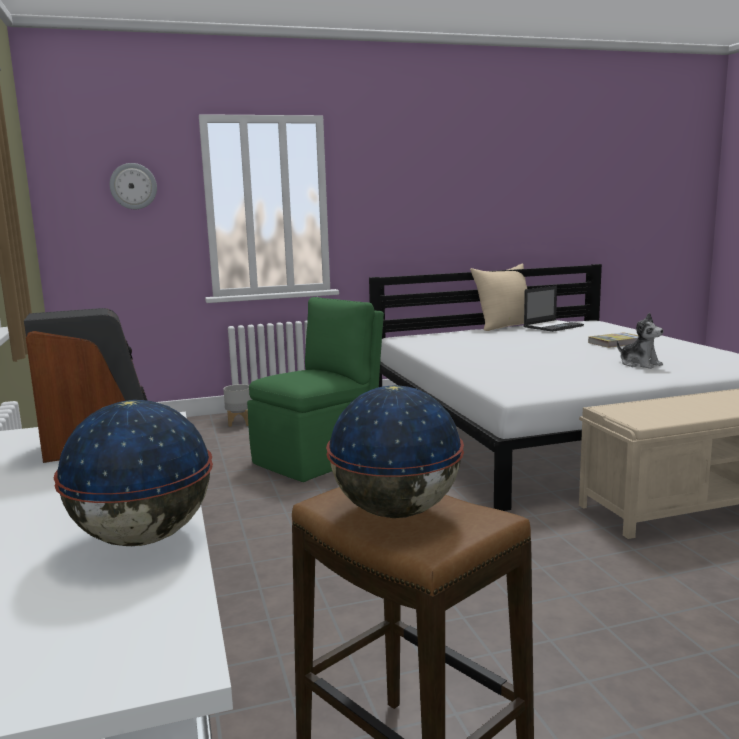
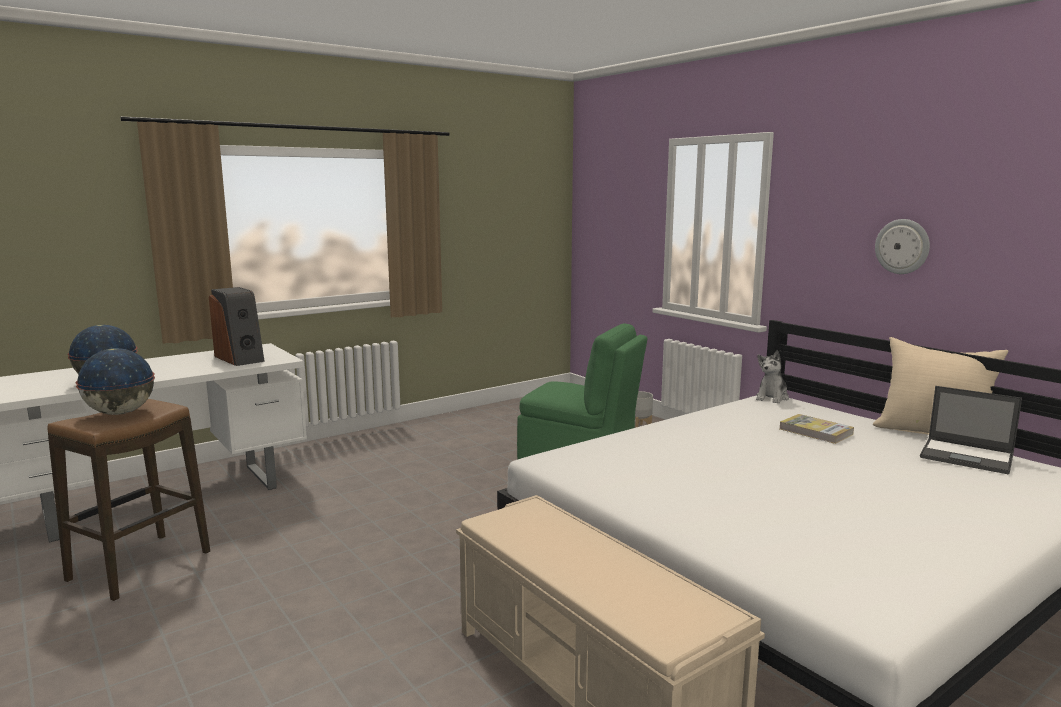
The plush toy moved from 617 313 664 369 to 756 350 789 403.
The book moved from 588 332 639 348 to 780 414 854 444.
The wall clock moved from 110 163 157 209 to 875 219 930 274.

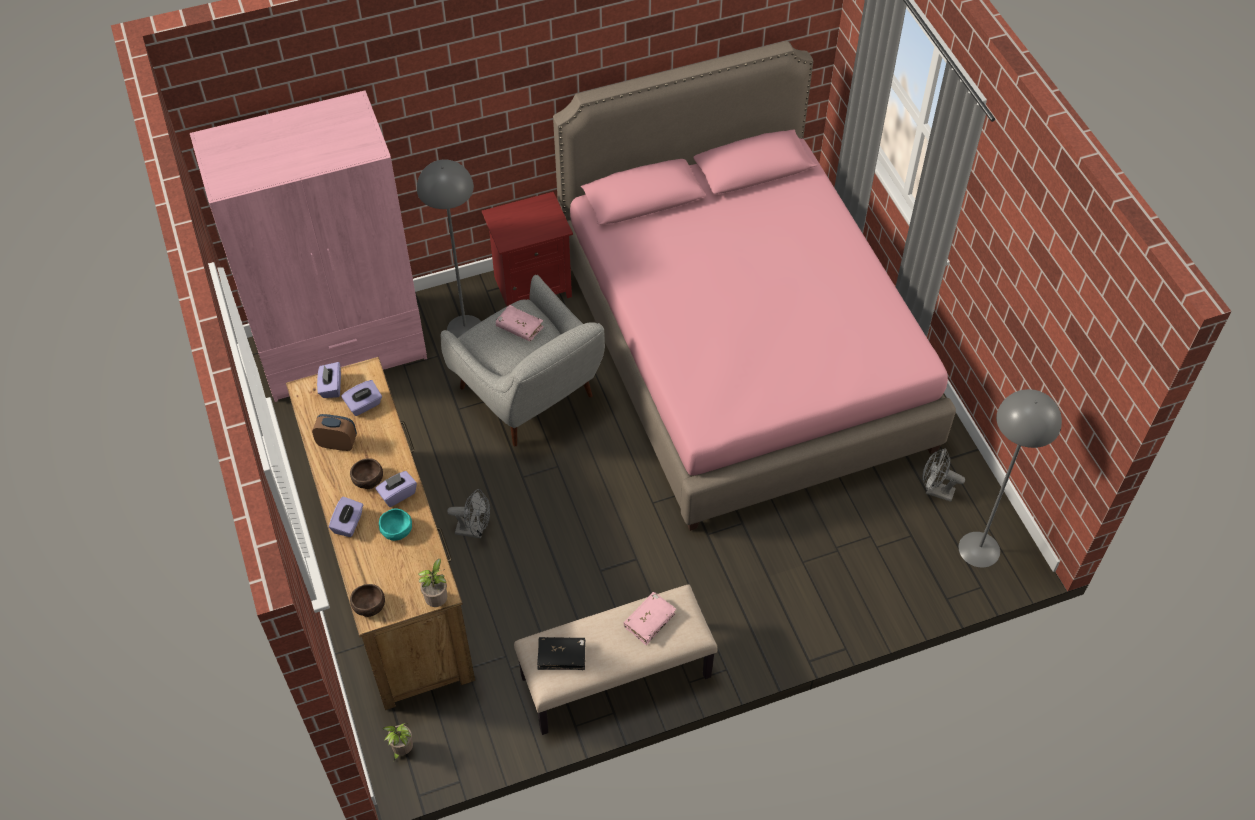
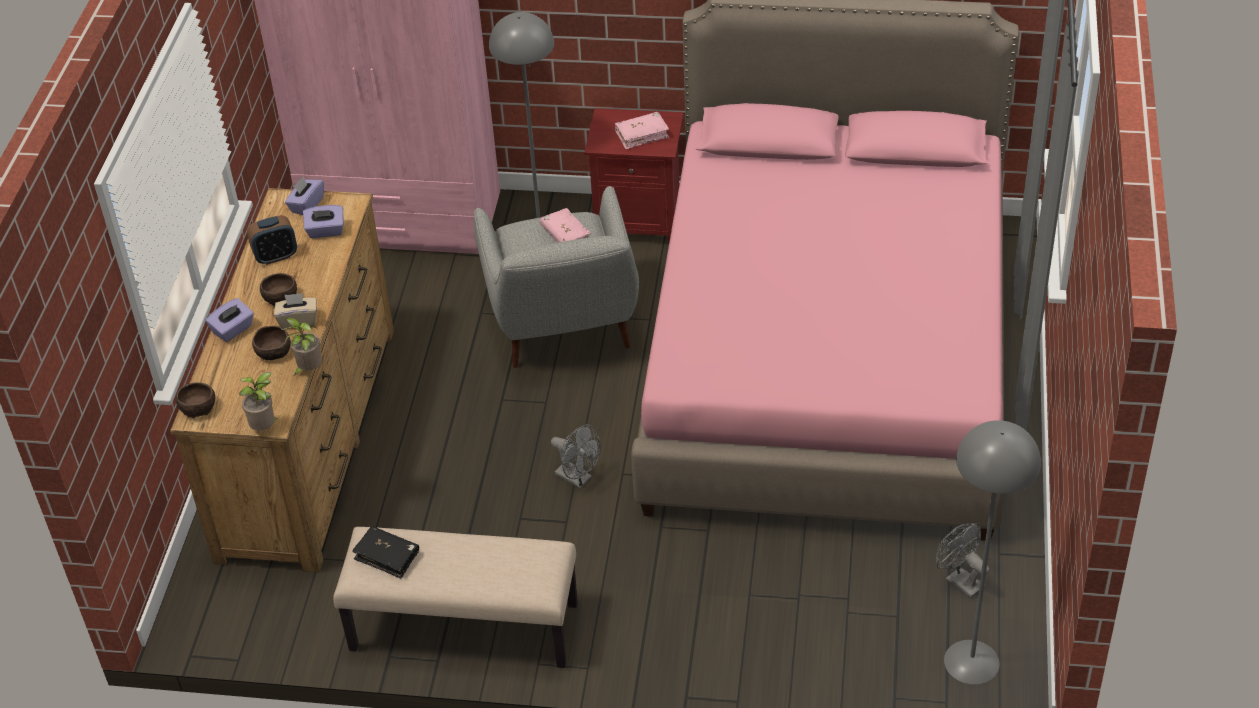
The alarm clock at 312 414 357 451 turned 120 degrees clockwise.
The turquoise bowl at 379 508 412 541 became the brown bowl at 252 326 291 360.
The purple tissue box at 375 471 417 507 became the beige tissue box at 274 293 317 329.
The potted plant moved from 382 723 413 760 to 281 318 322 376.
The grey fan moved from 447 489 490 538 to 551 425 601 488.
The pink book moved from 623 592 676 645 to 615 112 669 149.

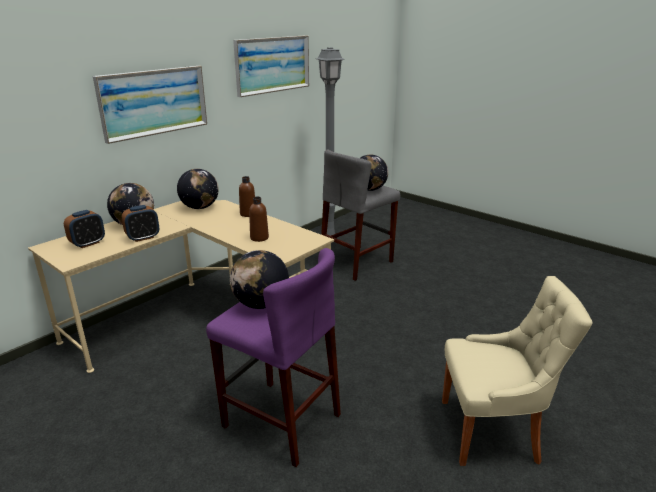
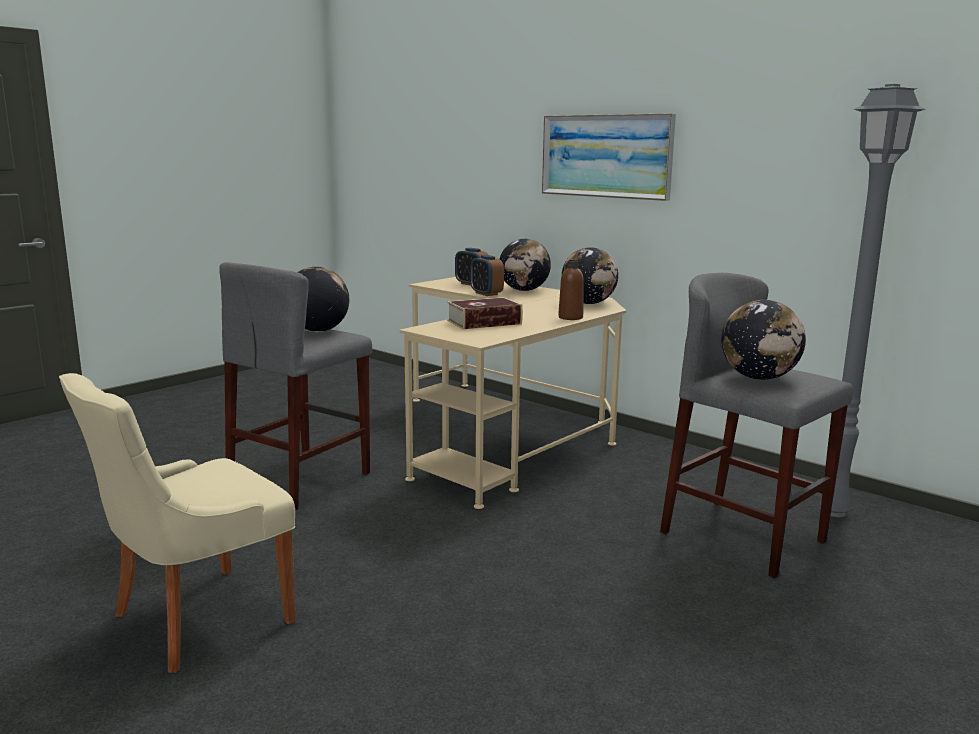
The beige chair at 442 276 593 466 turned 45 degrees clockwise.
The purple stool at 206 248 341 467 became the grey stool at 219 262 372 511.
The brown bottle at 249 197 269 242 was replaced by the book at 447 297 523 329.
The picture at 233 35 309 97 disappeared.

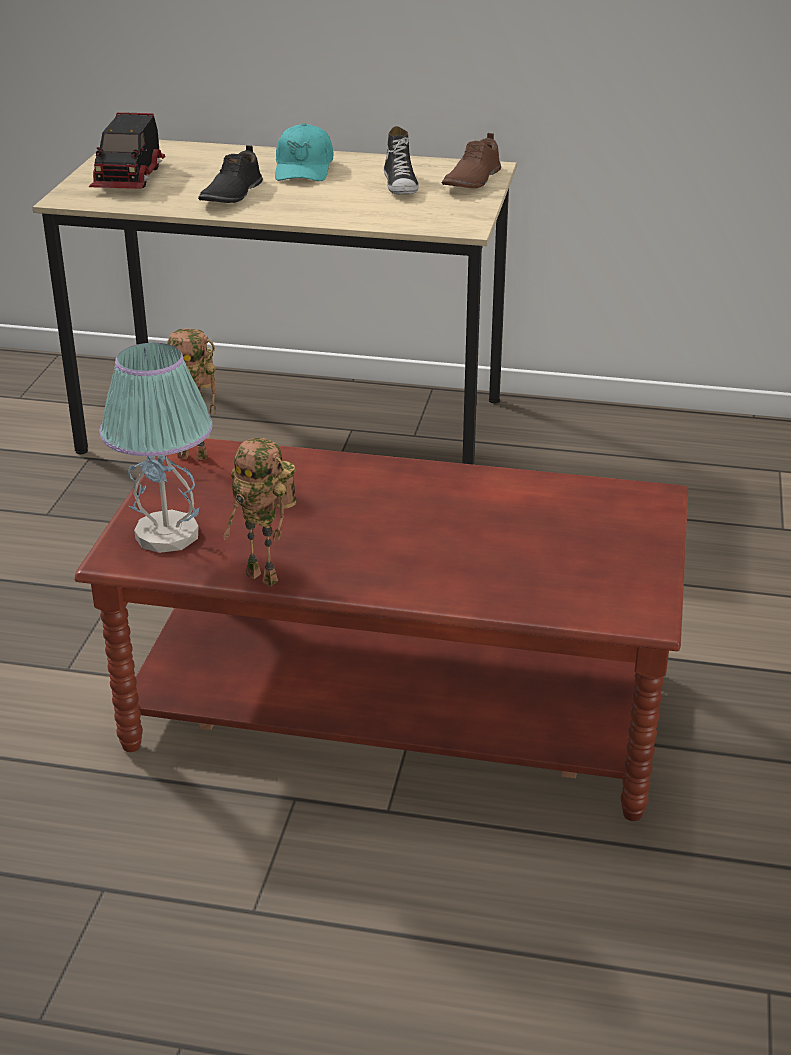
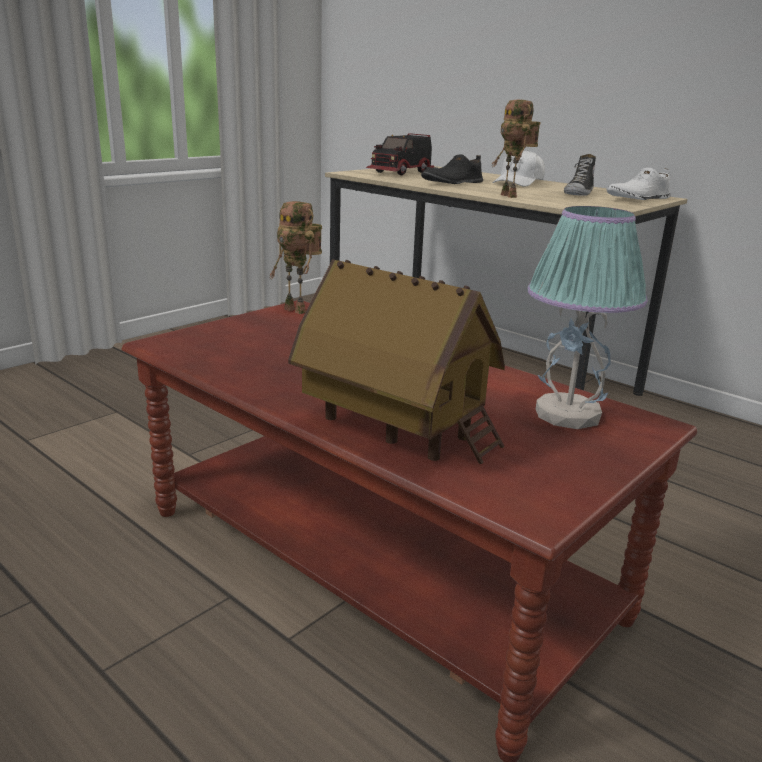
The toy house at 288 259 505 464 appeared.
The toy robot moved from 223 438 297 586 to 492 100 541 198.
The turquoise cap at 275 123 333 181 became the white cap at 493 150 545 187.
The table lamp moved from 99 343 213 553 to 527 206 648 429.
The brown shoe at 442 133 501 188 became the white shoe at 606 168 670 200.

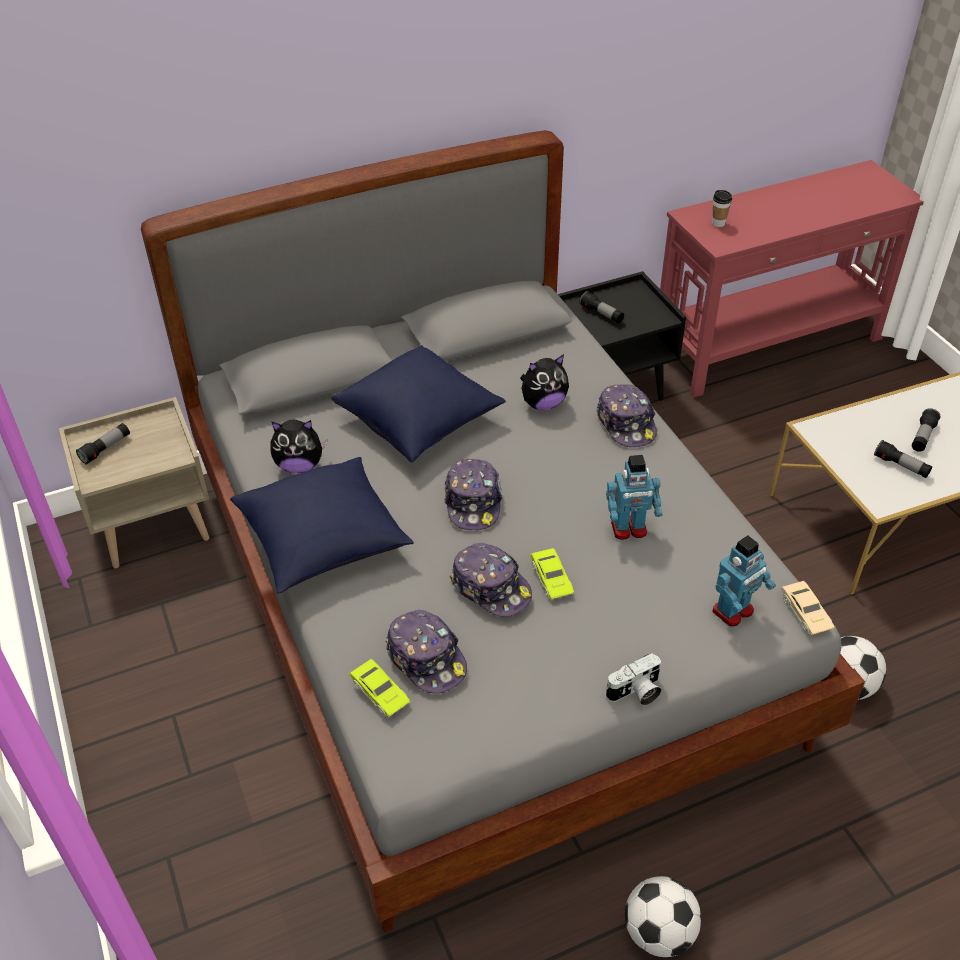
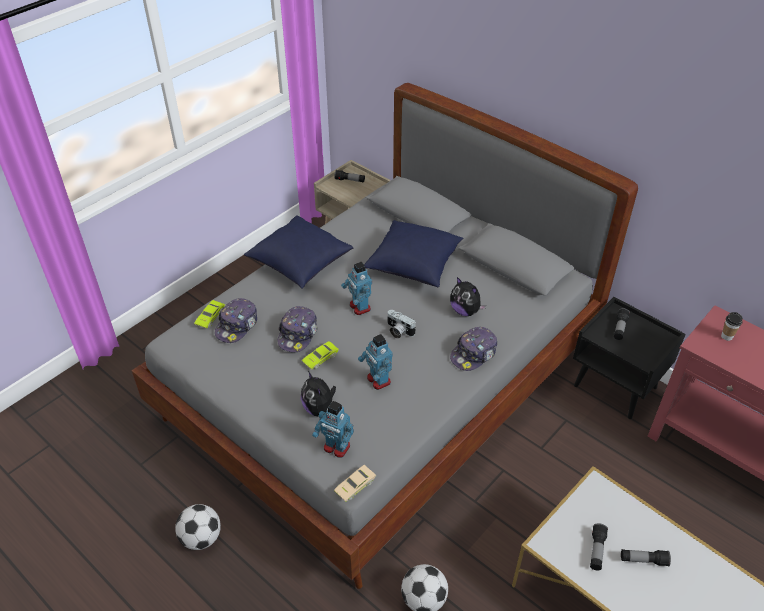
The plush toy moved from 270 420 327 473 to 301 371 336 416.
The cap at 444 459 503 530 was replaced by the toy robot at 341 262 372 315.
The photo camera moved from 606 653 662 705 to 387 310 416 339.

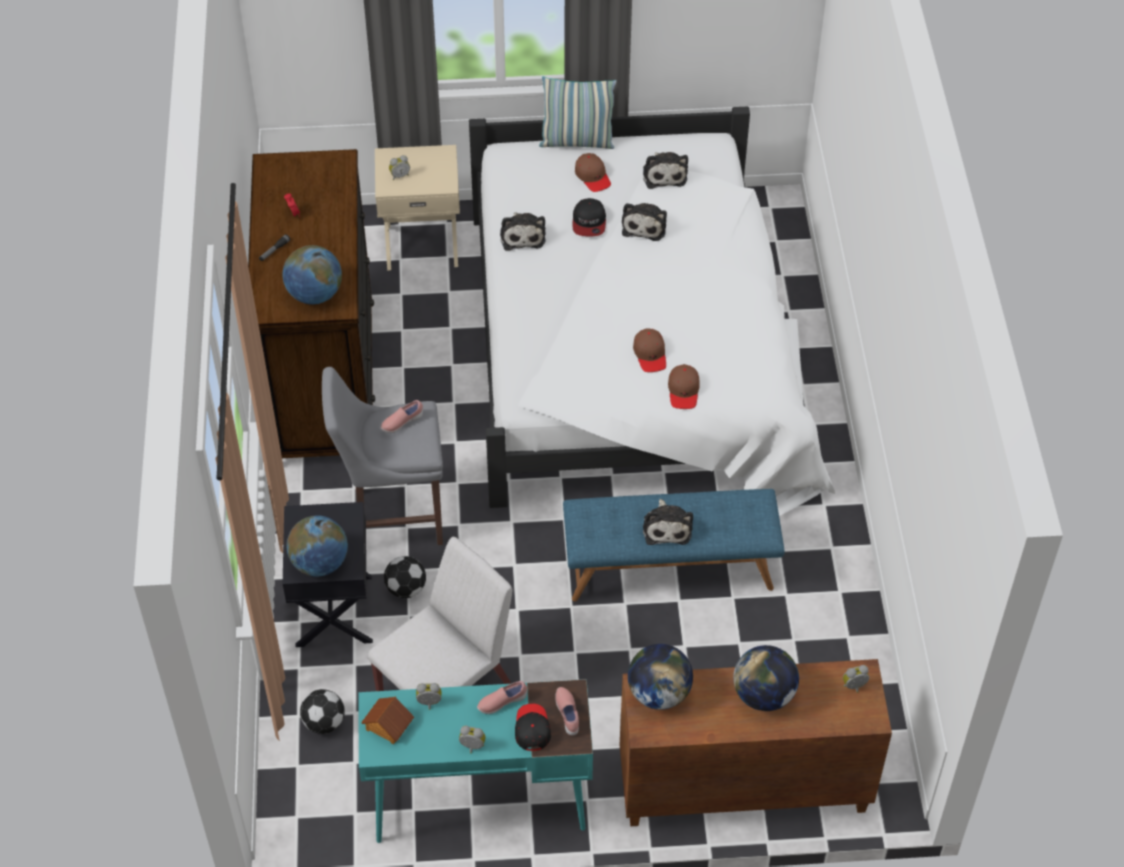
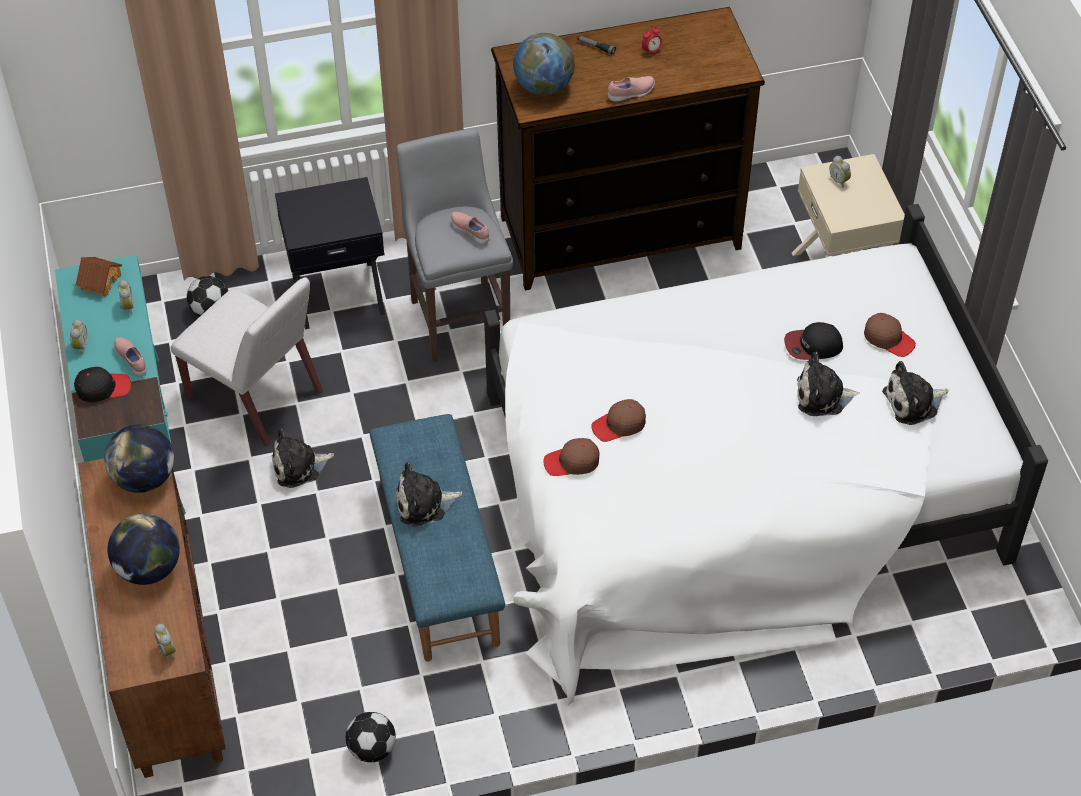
The plush toy moved from 500 212 546 251 to 272 428 334 488.
The football moved from 384 556 426 598 to 346 712 396 762.
The pink shoe moved from 555 687 579 736 to 608 76 655 102.
The brown cap at 575 153 611 192 turned 105 degrees counterclockwise.
The globe at 286 516 348 577 disappeared.
The pillow at 539 76 617 149 disappeared.

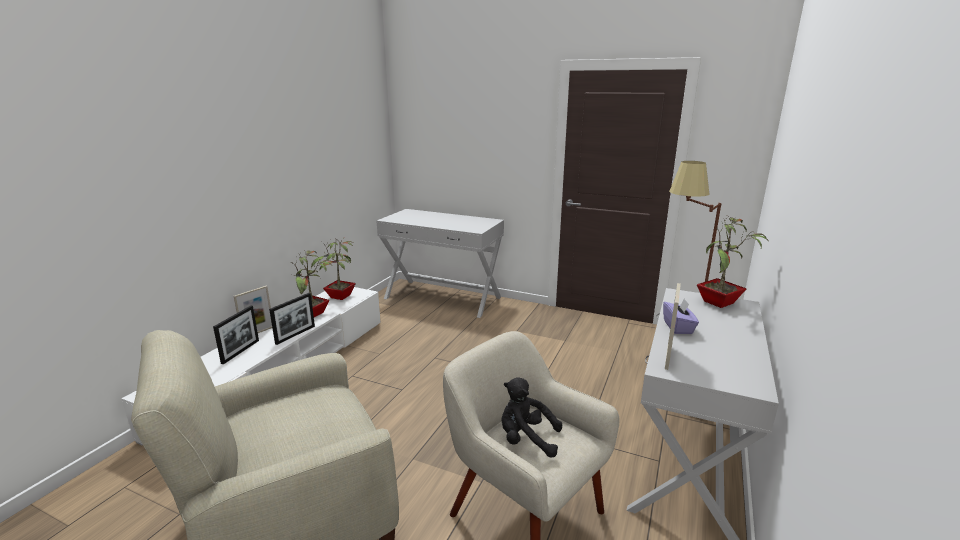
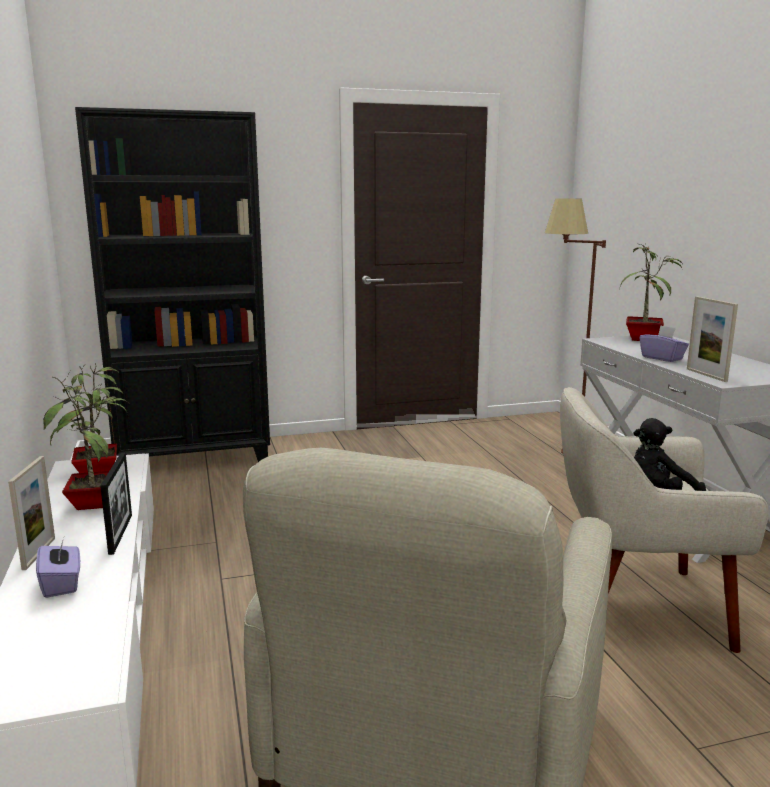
The picture frame at 213 306 259 364 was replaced by the purple tissue box at 36 538 80 598.
The white console table at 376 209 504 318 was replaced by the black bookcase at 75 107 270 462.

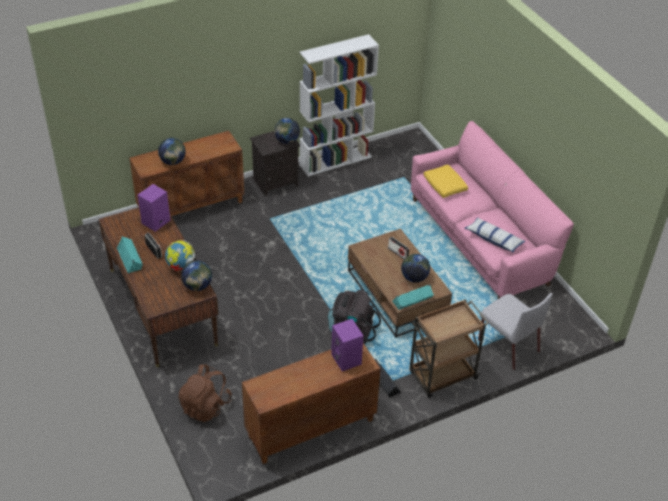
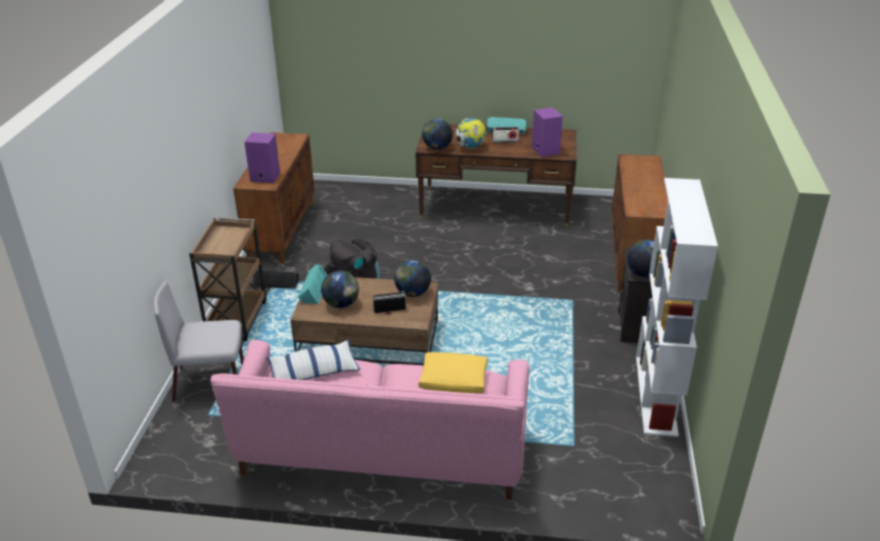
The globe moved from 158 138 186 165 to 394 260 431 297.
The brown backpack at 179 364 232 422 disappeared.

